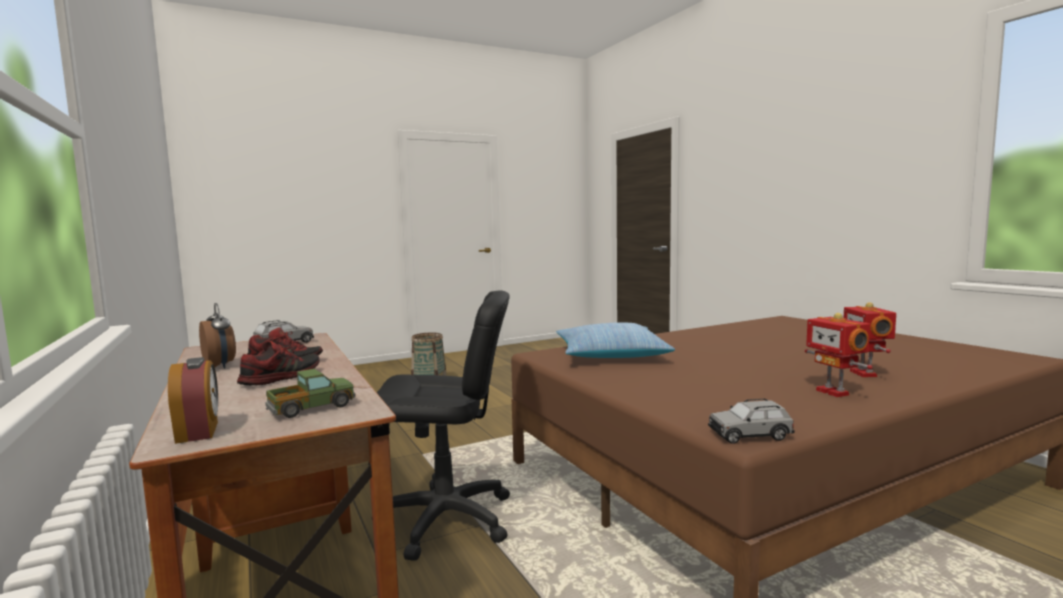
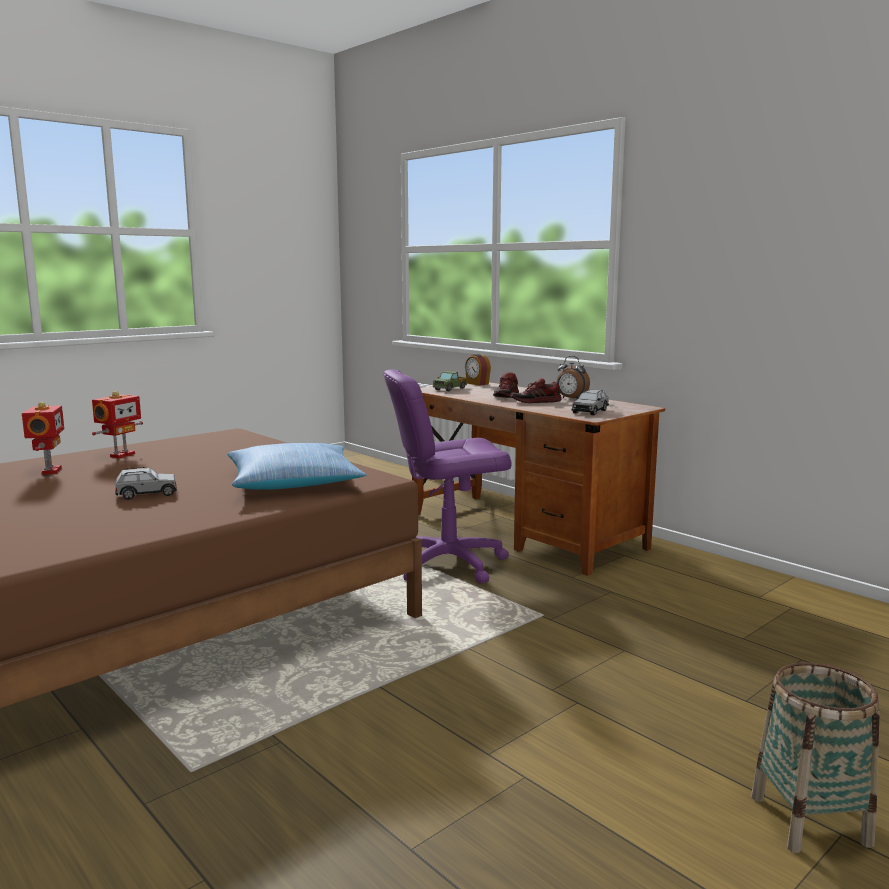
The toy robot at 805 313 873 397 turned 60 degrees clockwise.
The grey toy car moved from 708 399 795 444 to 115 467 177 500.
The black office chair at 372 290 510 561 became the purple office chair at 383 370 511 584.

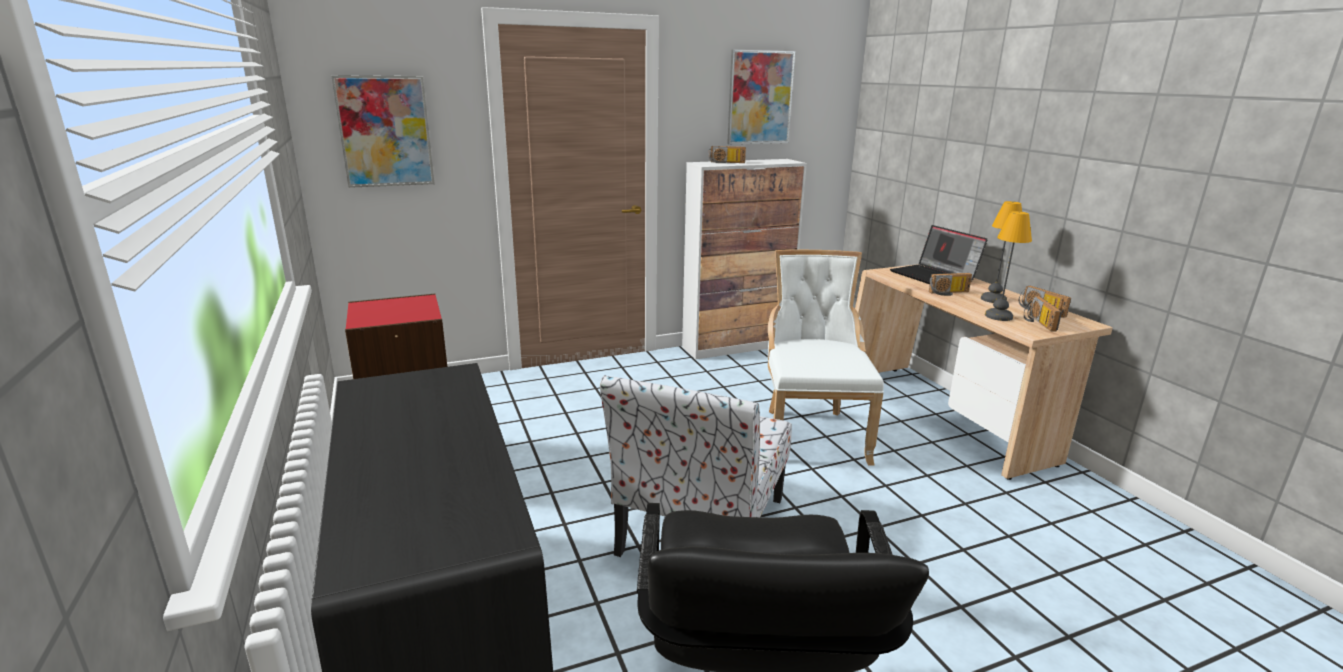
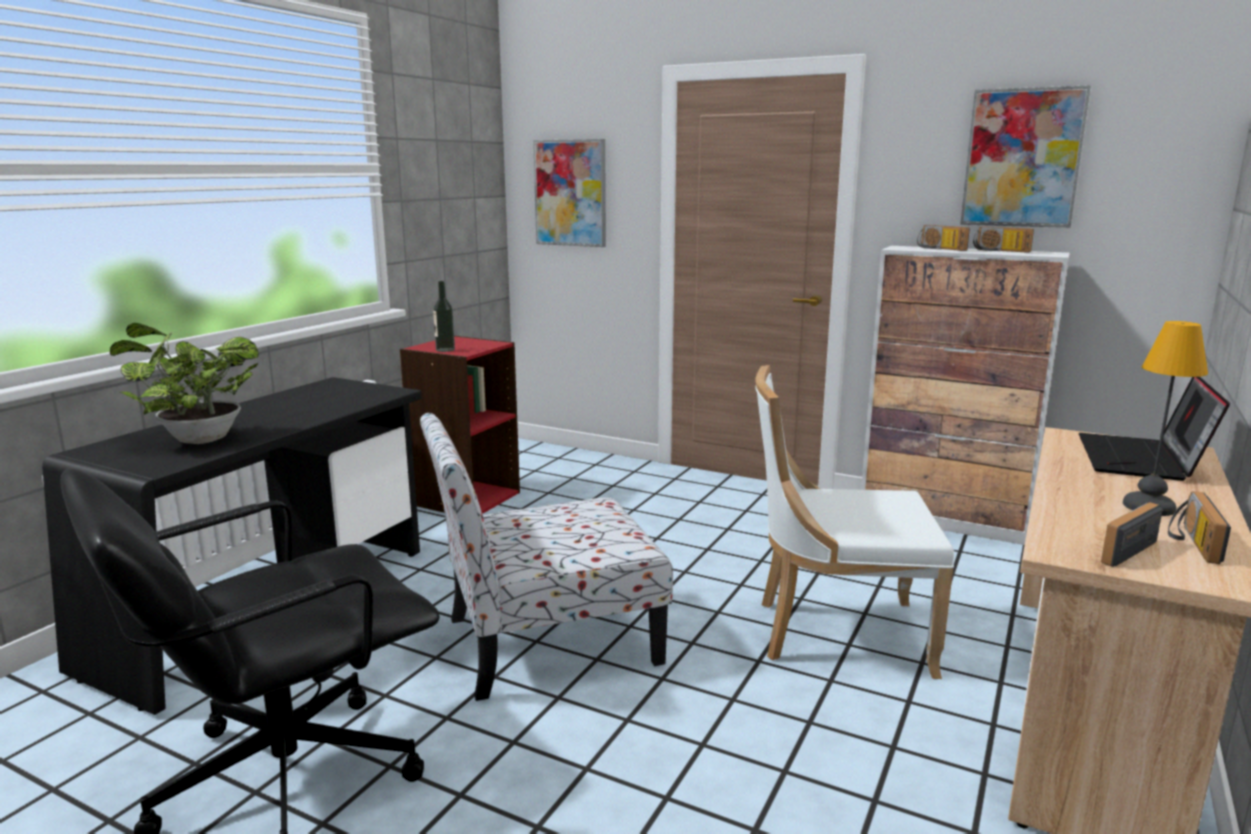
The potted plant at 110 323 259 444 appeared.
The bottle at 433 281 455 352 appeared.
The white chair at 768 250 884 466 turned 135 degrees counterclockwise.
The radio moved from 929 273 972 296 to 973 226 1034 253.
The table lamp at 985 211 1032 321 disappeared.

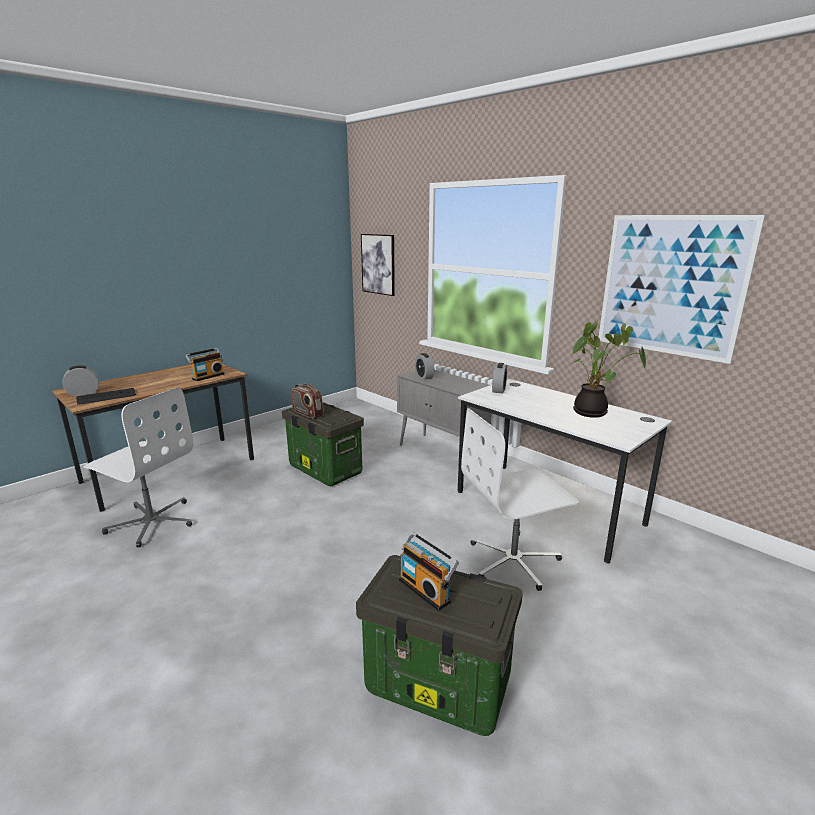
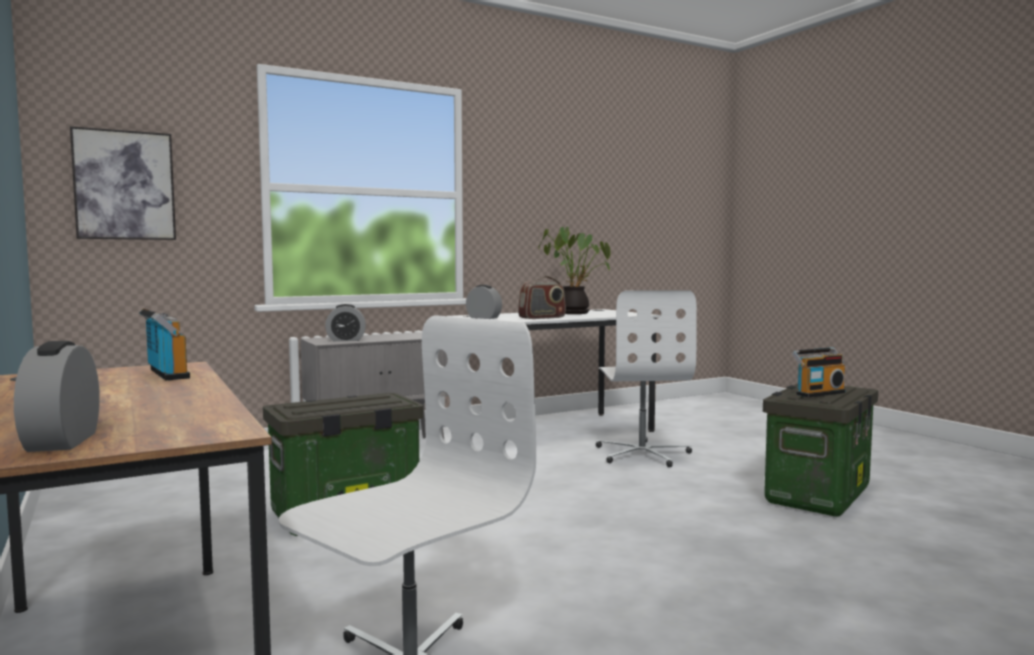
The radio moved from 292 384 324 419 to 518 276 566 319.
The keyboard at 76 388 136 404 disappeared.
The picture at 599 215 765 364 disappeared.

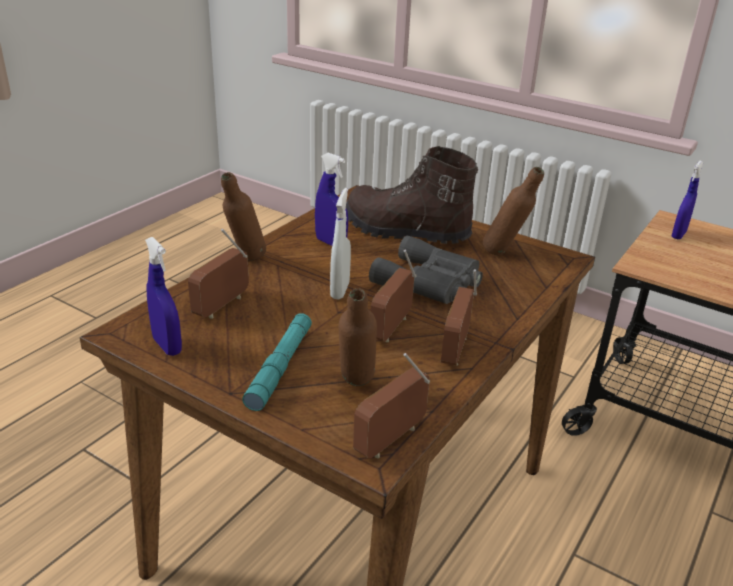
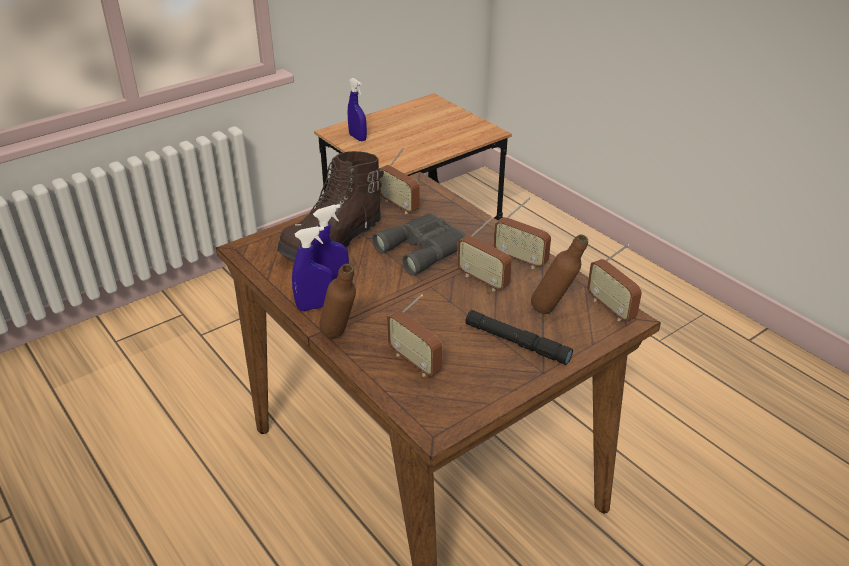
The blue spray bottle moved from 145 237 182 356 to 292 226 334 311.
The brown bottle at 483 167 544 255 was replaced by the radio at 379 147 420 214.
The turquoise flashlight at 242 313 312 411 became the black flashlight at 466 310 573 365.
The white spray bottle at 330 188 351 300 disappeared.

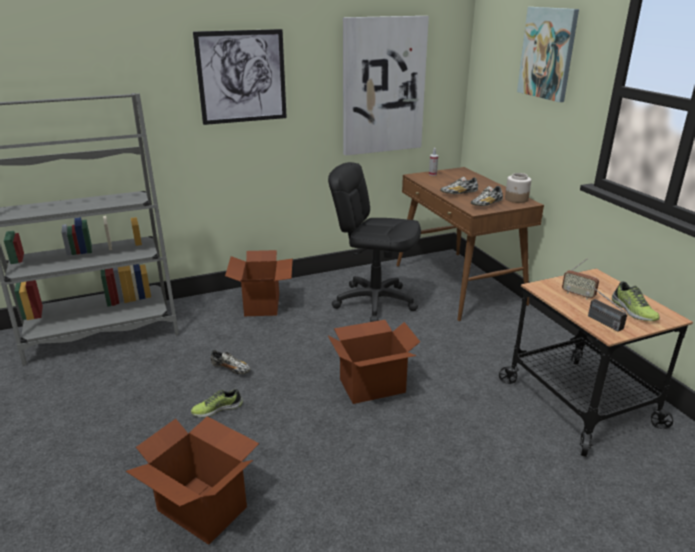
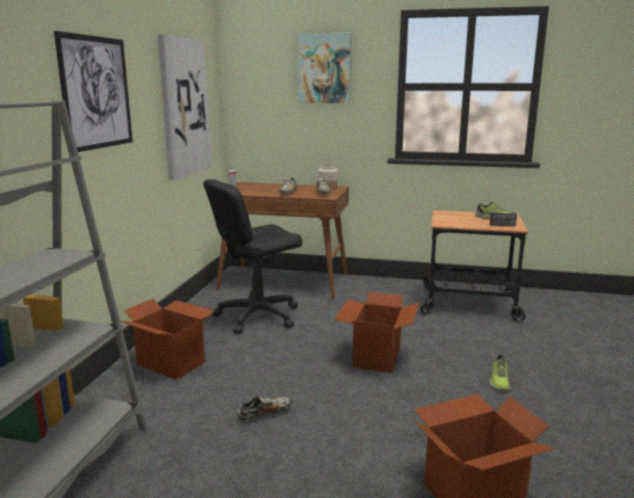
The shoe moved from 191 389 243 417 to 489 354 510 390.
The radio at 562 258 599 300 disappeared.

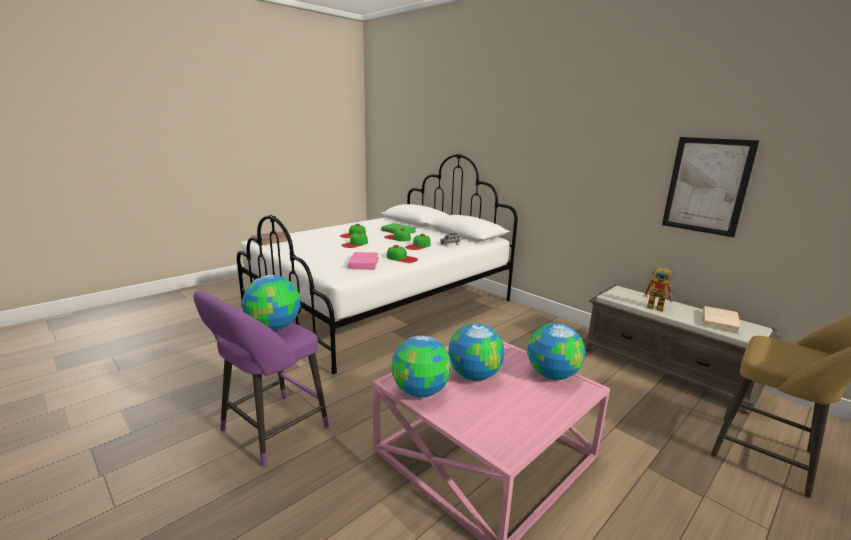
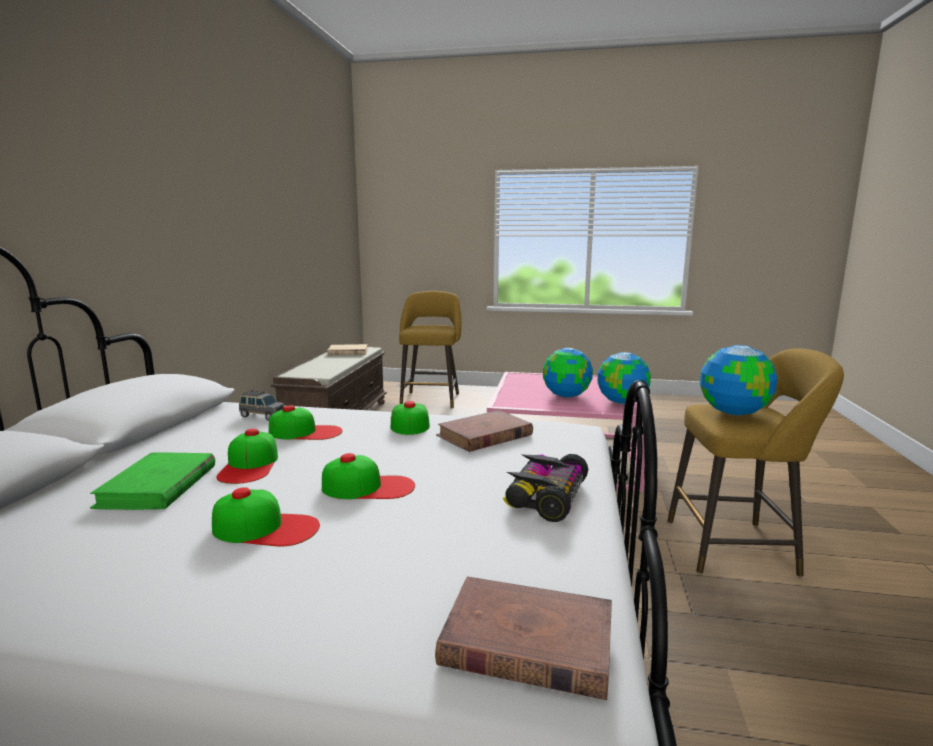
The pink book at 347 252 379 270 became the brown book at 436 410 533 452.
The toy car at 503 454 588 522 appeared.
The purple stool at 193 291 329 467 became the yellow stool at 668 348 844 577.
The globe at 527 323 586 380 disappeared.
The toy robot at 643 267 675 311 disappeared.
The picture at 662 137 760 237 disappeared.

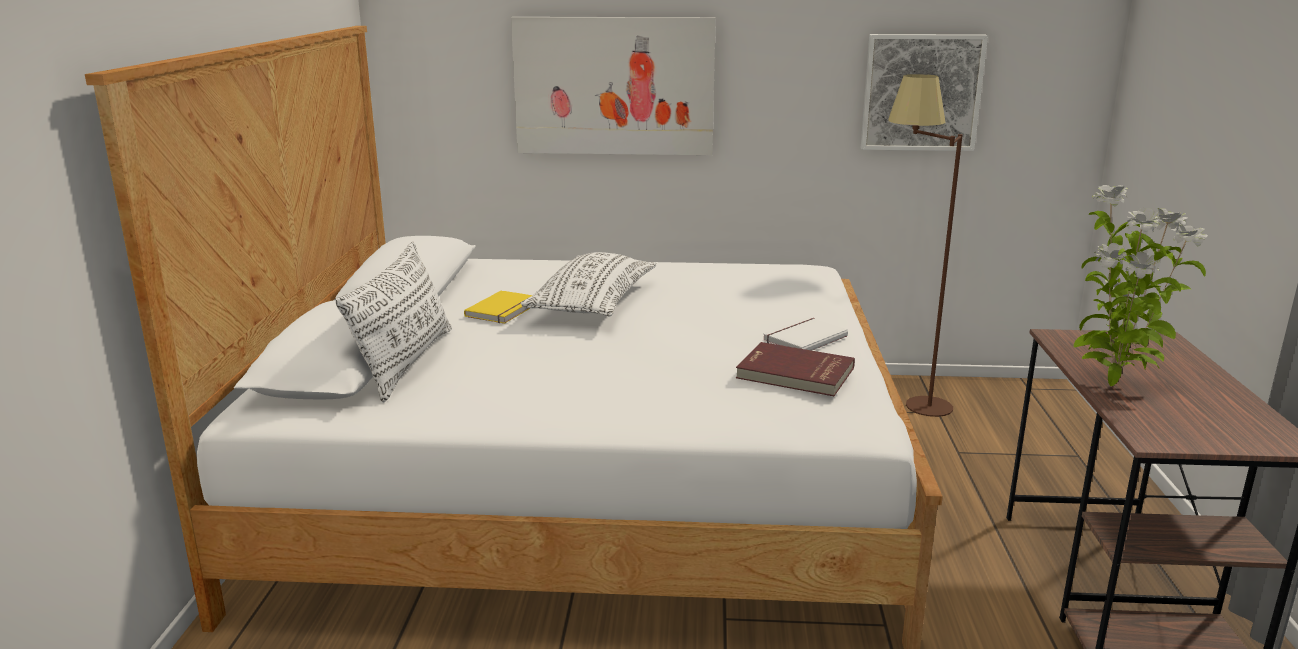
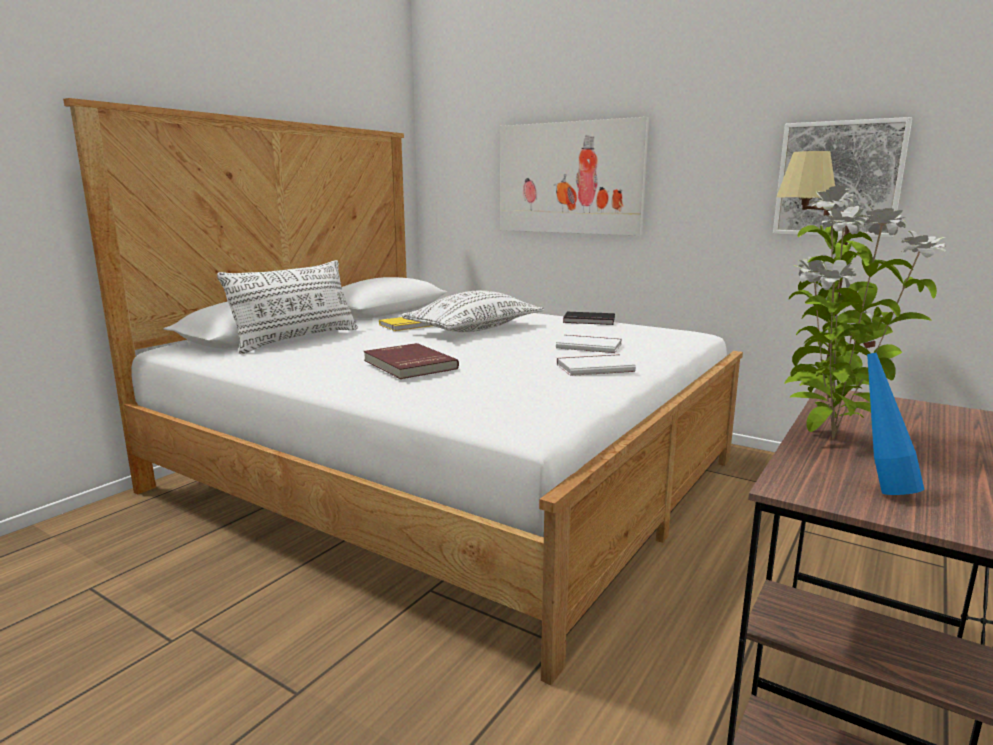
The red book moved from 736 342 855 396 to 363 343 459 379.
The white book at 556 334 622 353 appeared.
The black book at 563 312 615 325 appeared.
The blue bottle at 863 341 924 495 appeared.

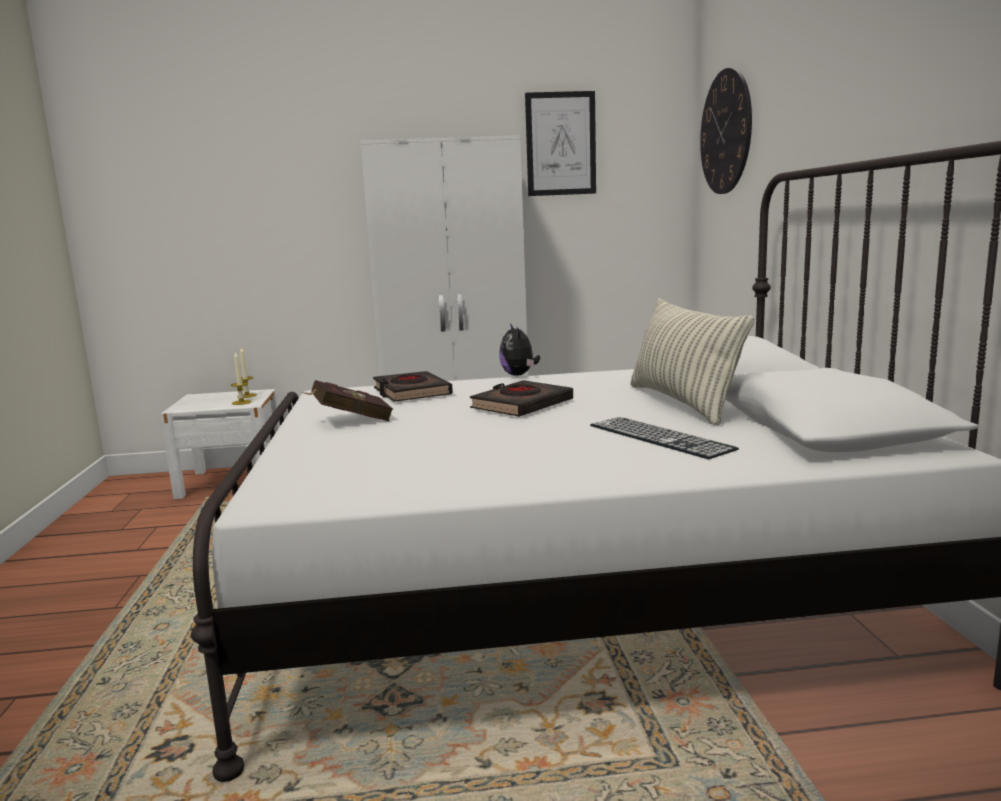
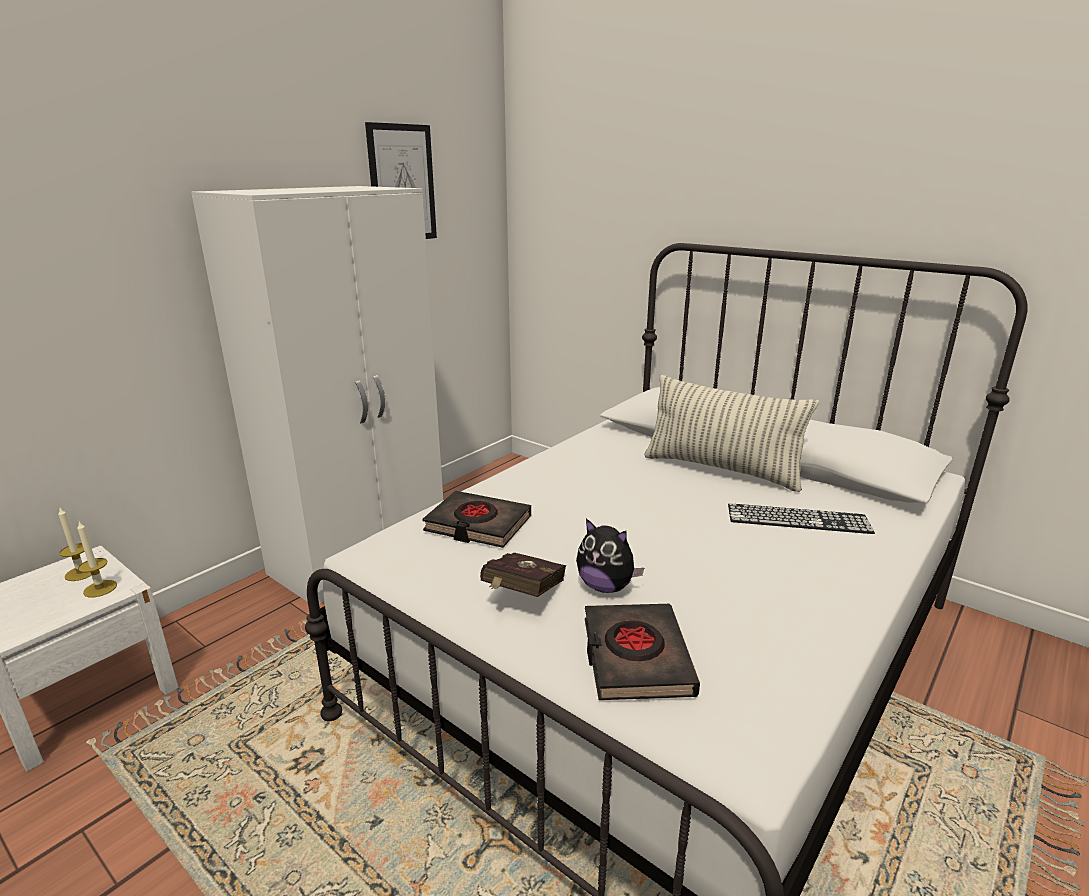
The plush toy moved from 499 323 540 376 to 576 518 644 593.
The black book moved from 470 380 573 417 to 585 604 700 700.
The wall clock at 700 68 752 194 disappeared.

